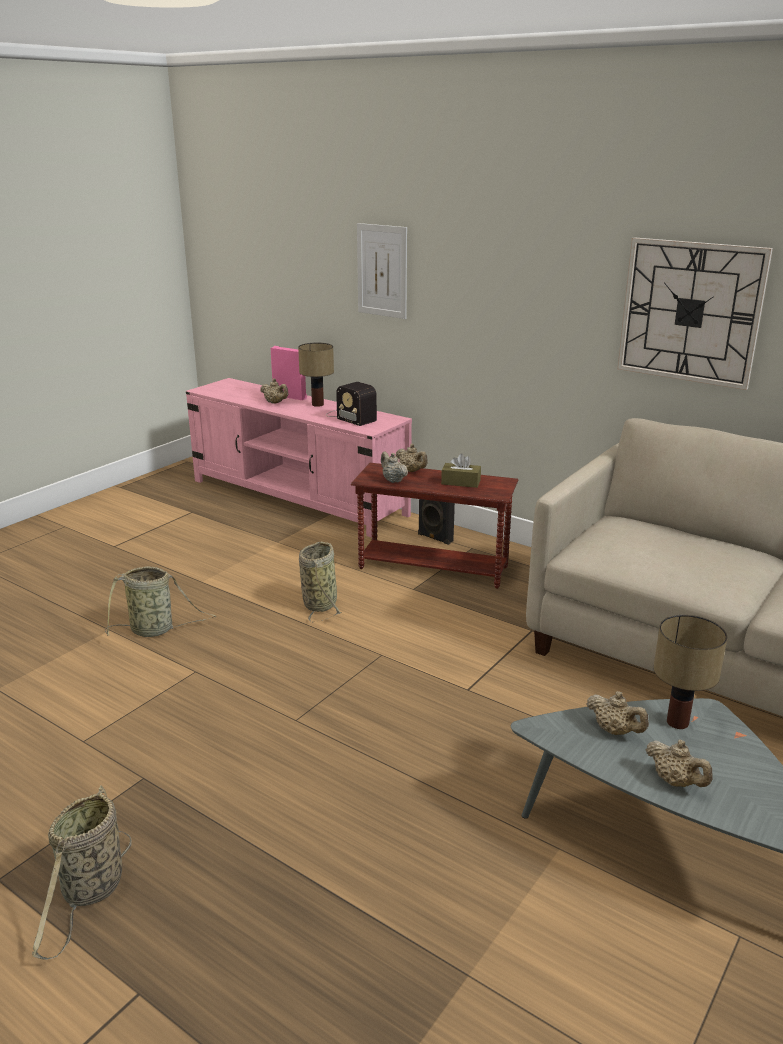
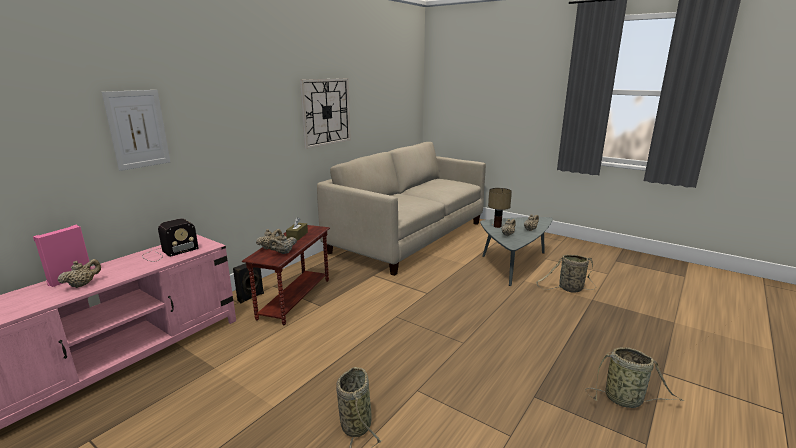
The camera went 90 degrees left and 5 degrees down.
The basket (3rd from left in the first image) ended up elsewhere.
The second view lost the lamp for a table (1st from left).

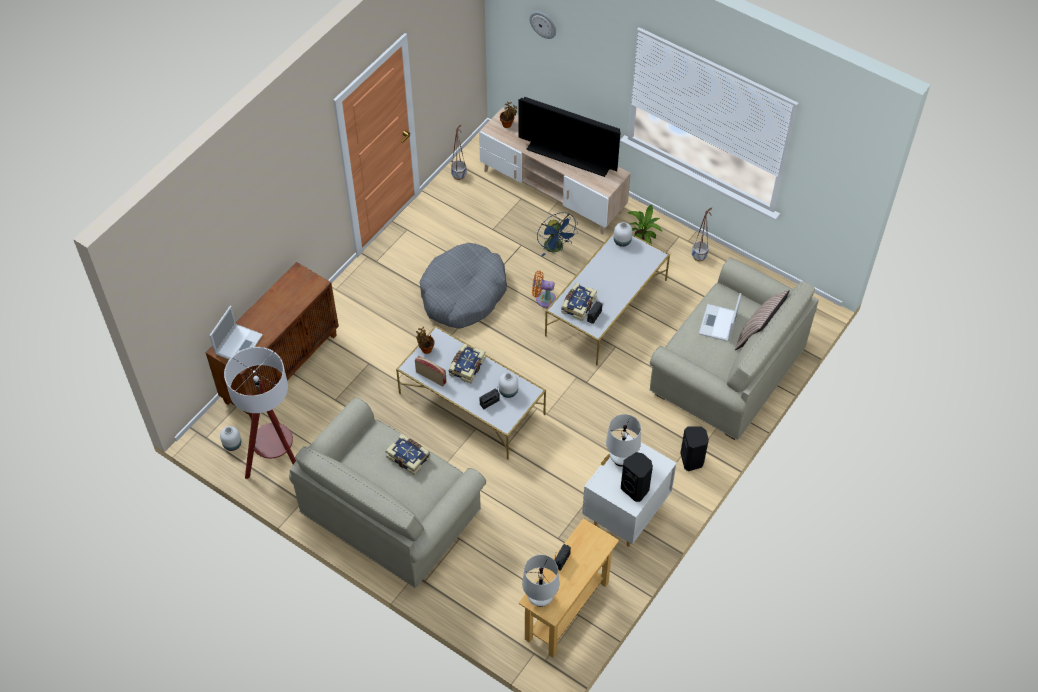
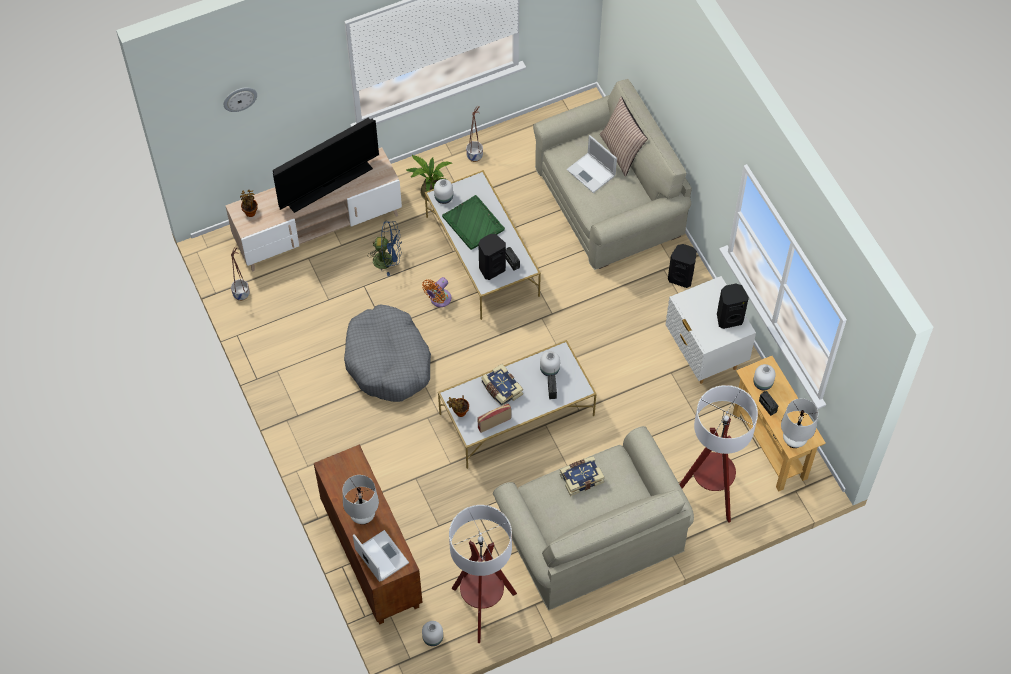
The camera went 60 degrees left and 5 degrees up.
The lamp for a table/white (2nd from left in the first image) ended up elsewhere.
The second view gained the serving tray/green.
Where the book (3rd from left) stood, the speaker/blackish (1st from left) came to stand.
The second view gained the floor lamp (2nd from left).
The second view gained the flower vase/white (4th from left).

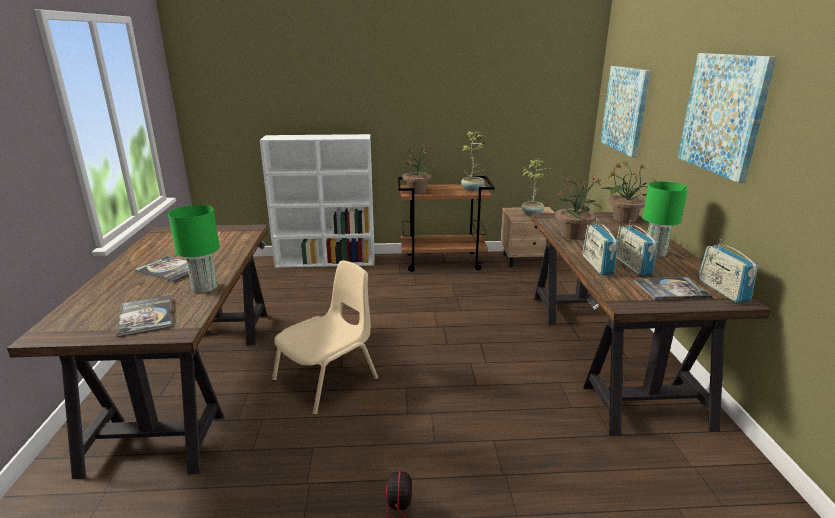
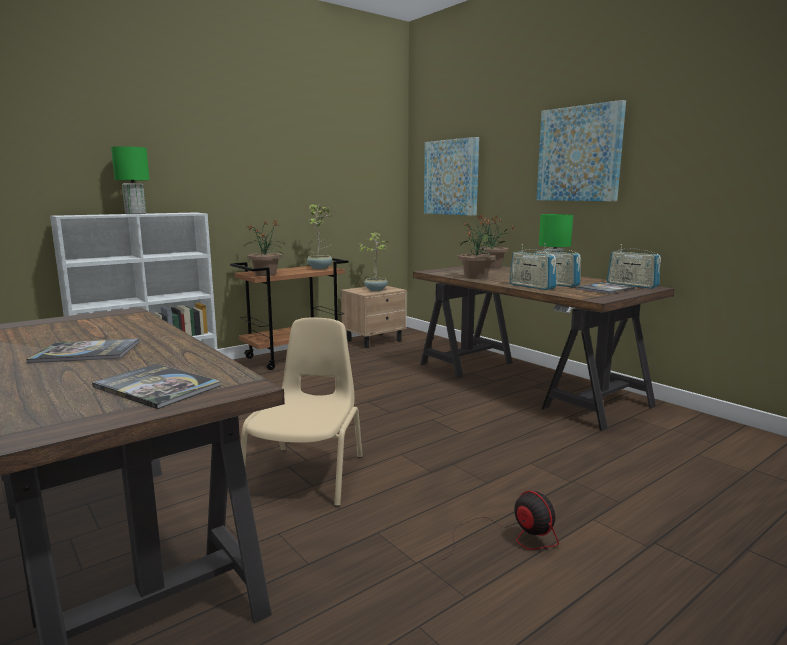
The camera went 35 degrees left and 10 degrees down.
The lamp for a table/green (1st from left) ended up elsewhere.

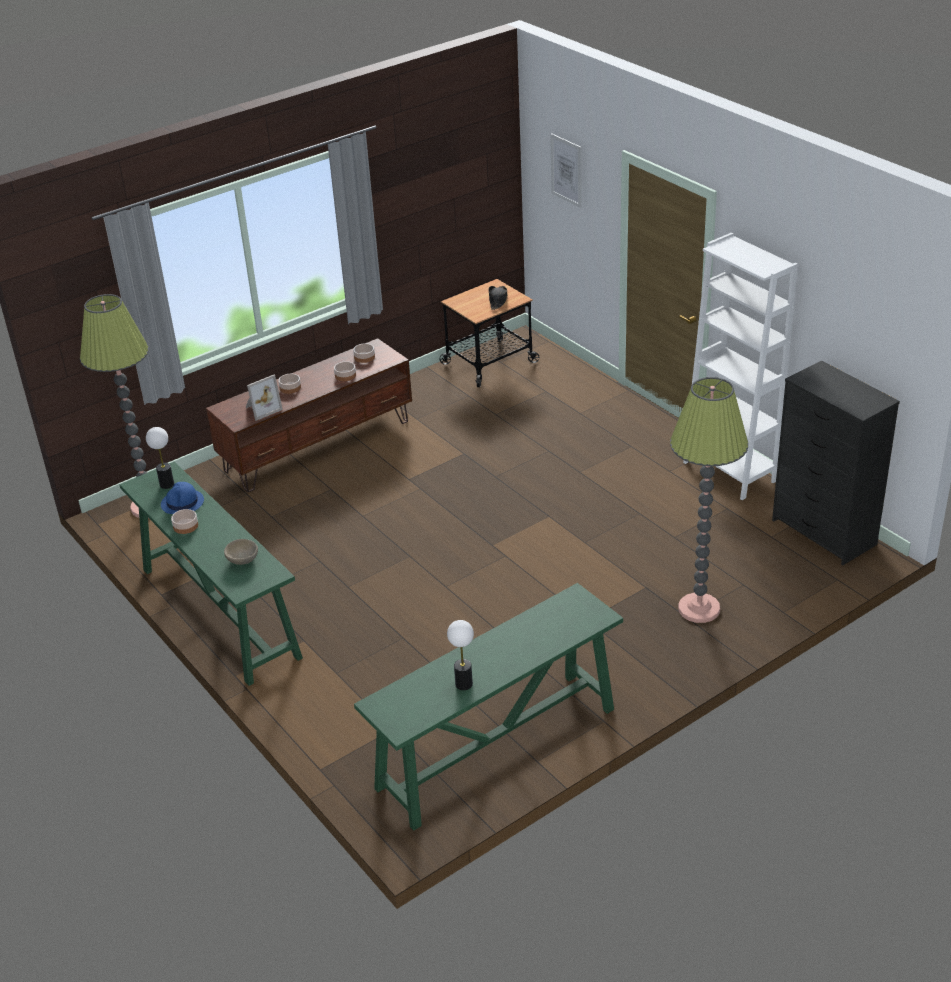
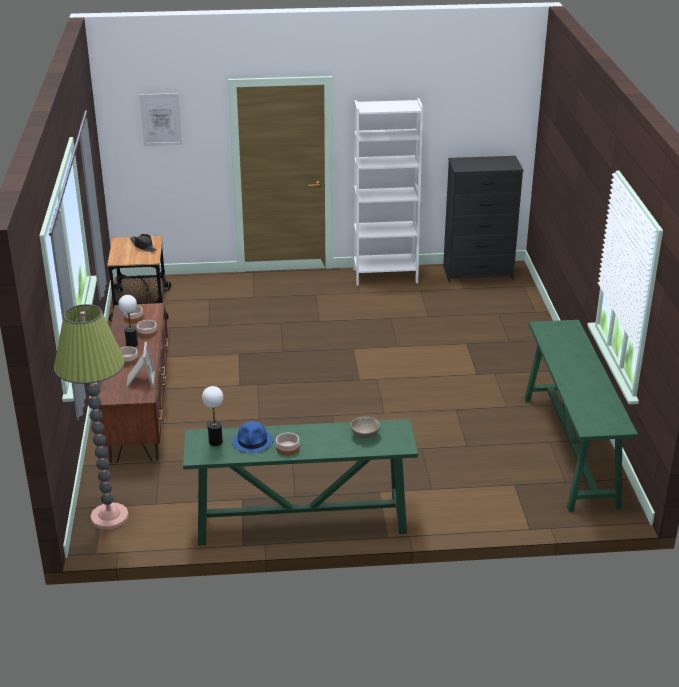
The camera went 60 degrees left and 5 degrees down.
The lamp for a table (2nd from left in the first image) ended up elsewhere.
The second view lost the floor lamp (2nd from left).

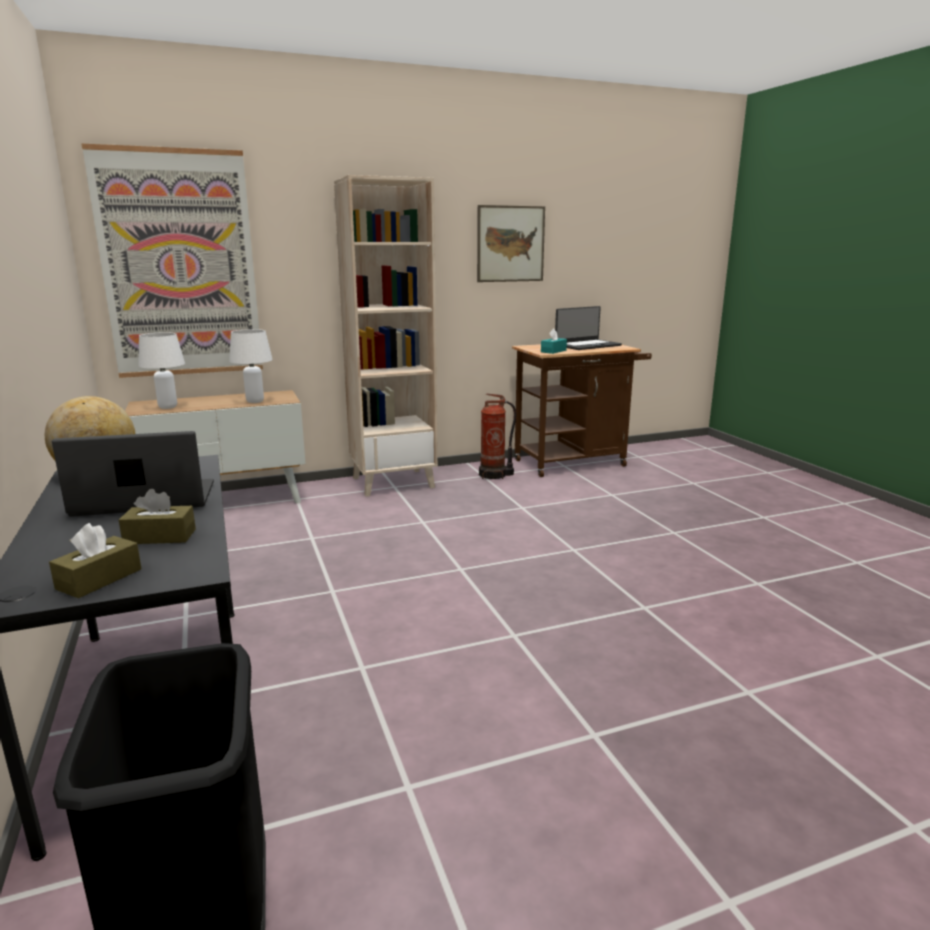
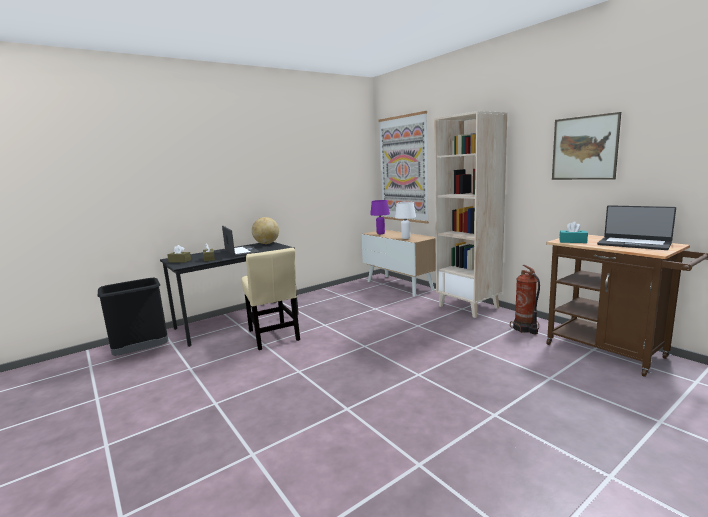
The camera went 75 degrees right and 5 degrees down.
The second view gained the upright chair/sand-coloured.
What was the lamp for a table/white (1st from left) turned into the lamp for a table/purple.

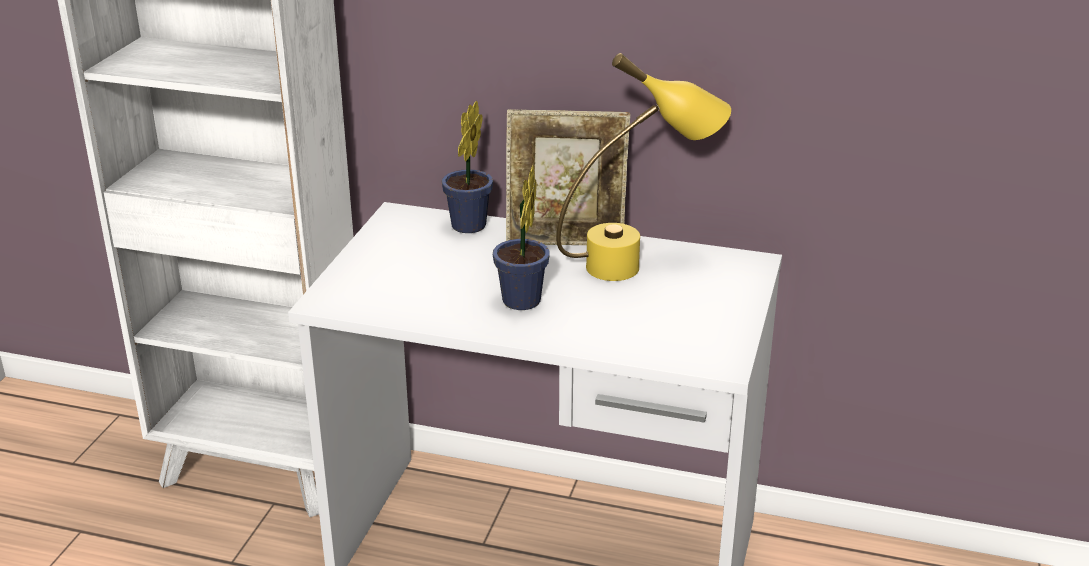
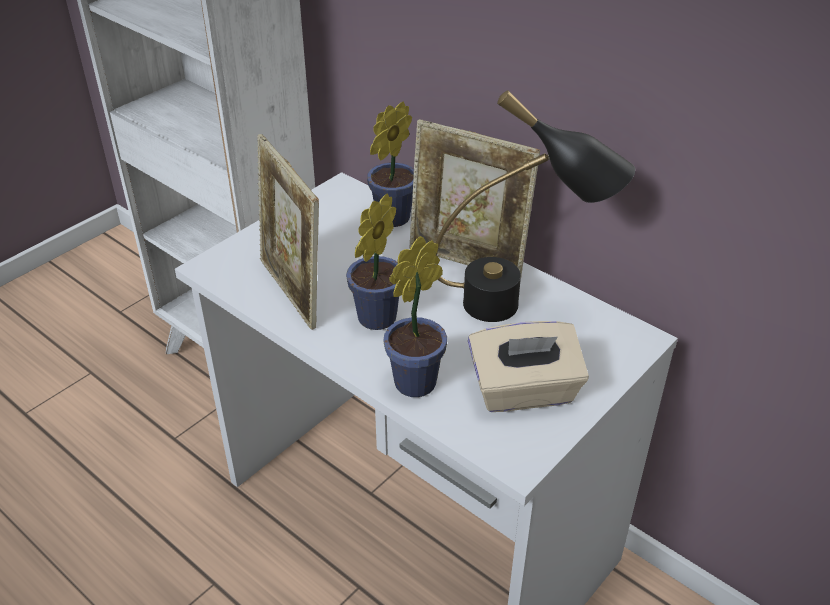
The camera went 25 degrees right and 10 degrees up.
The second view gained the photo frame (1st from left).
The second view gained the houseplant (3rd from left).
What was the lamp for a table/yellowish turned into the lamp for a table/blackish.
The second view gained the tissue holder/sand-coloured.

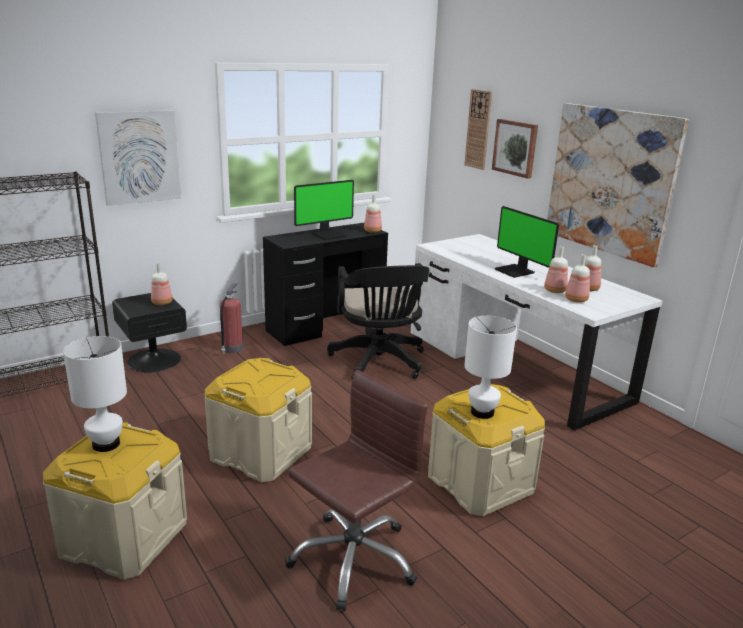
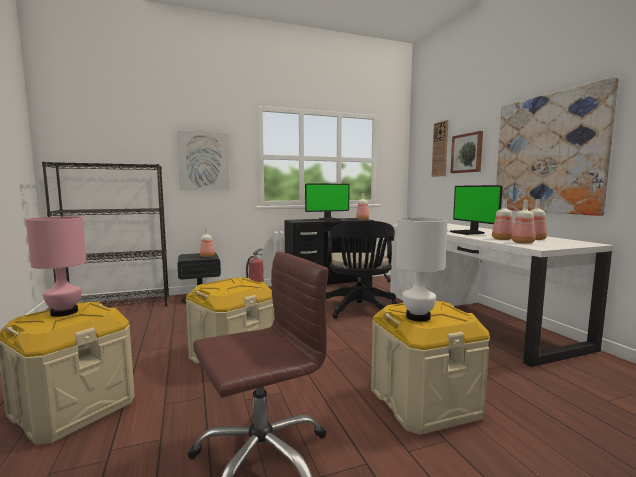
The camera went 15 degrees right and 15 degrees down.
What was the lamp for a table/white (1st from left) turned into the lamp for a table/pinkish.

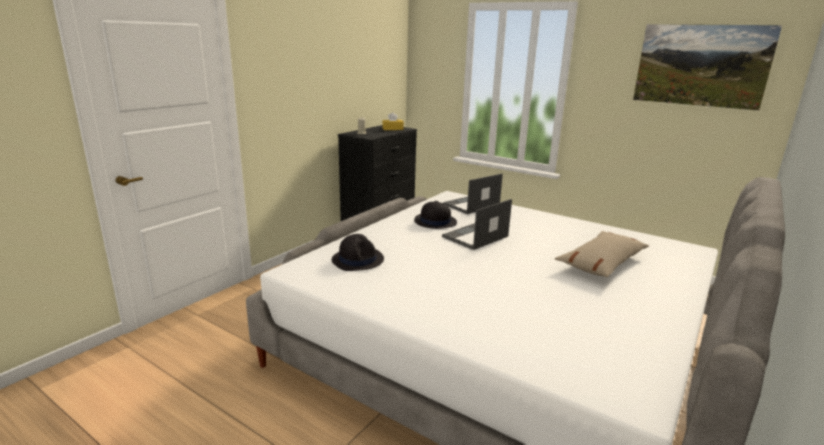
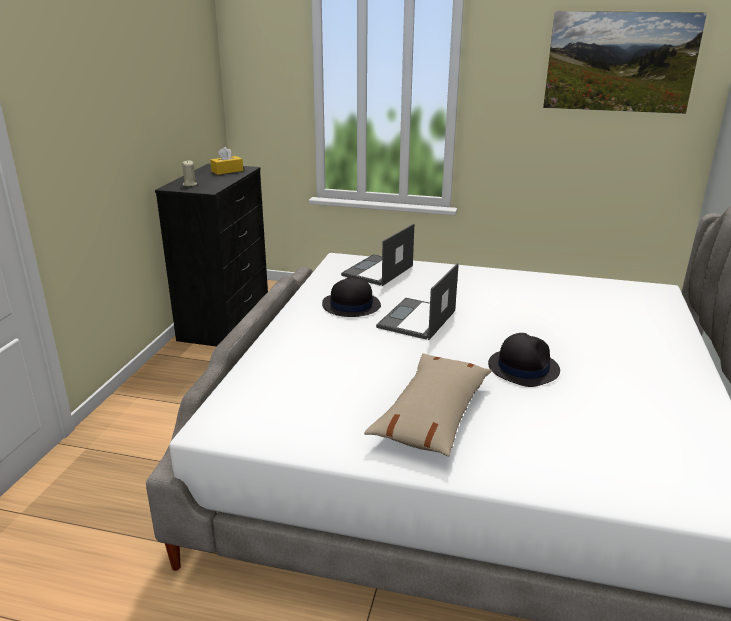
The camera went 20 degrees left and 5 degrees up.
The throw pillow/sand-coloured ended up elsewhere.
The wearable hat/blackish (1st from left in the first image) ended up elsewhere.

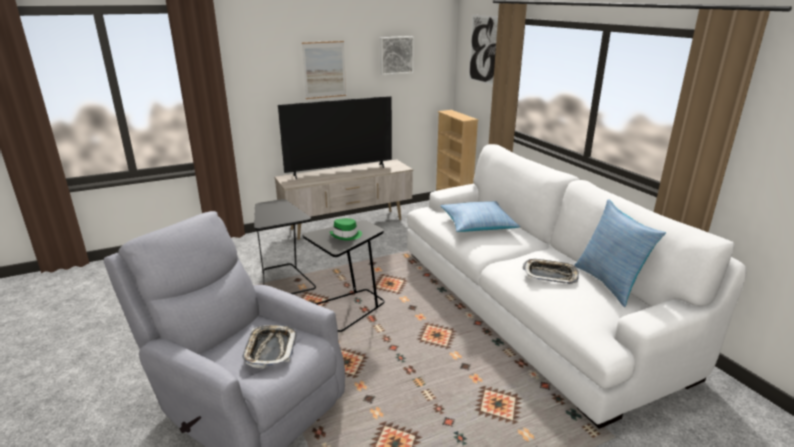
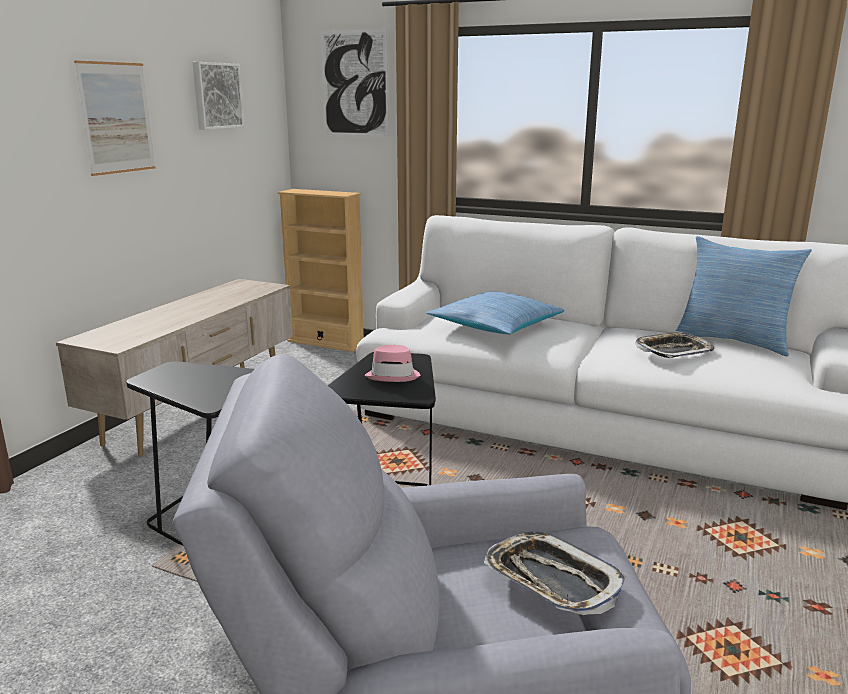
The camera went 40 degrees left and 5 degrees down.
What was the wearable hat/green turned into the wearable hat/pinkish.
The second view lost the TV.

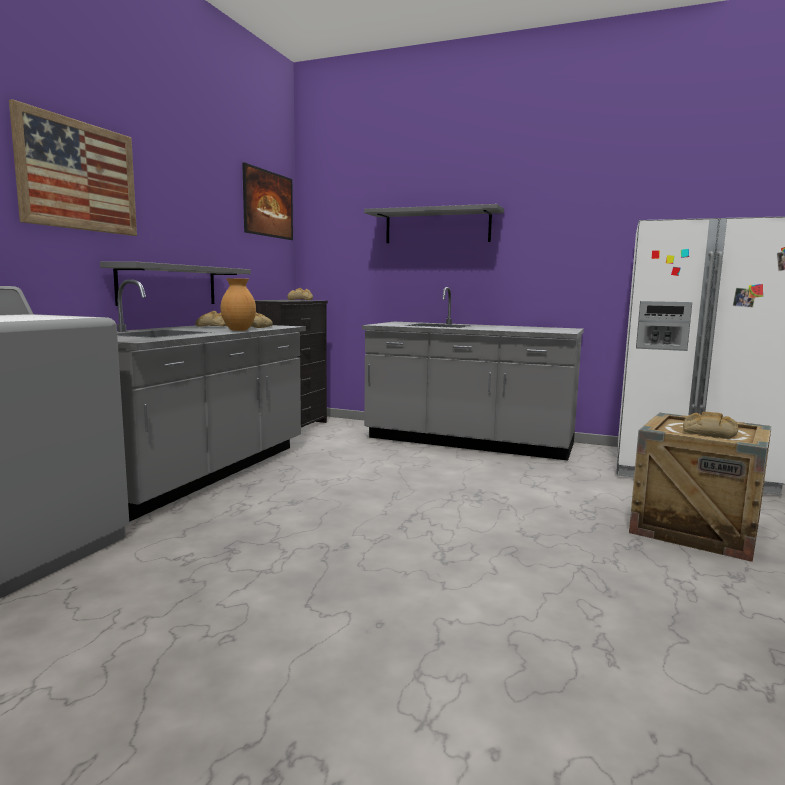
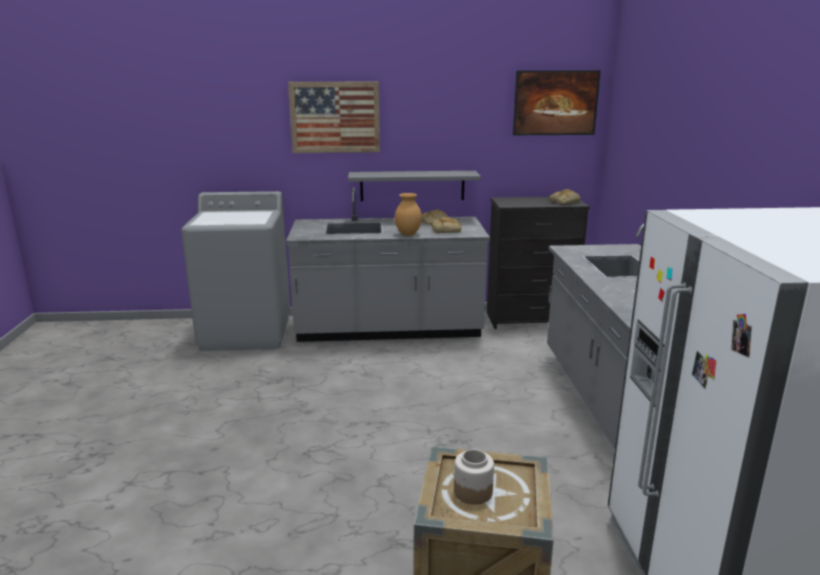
The camera went 65 degrees right and 10 degrees up.
Where the baked bread (4th from left) stood, the preserve jar came to stand.
The second view lost the bracket shelf/greyish (2nd from left).

